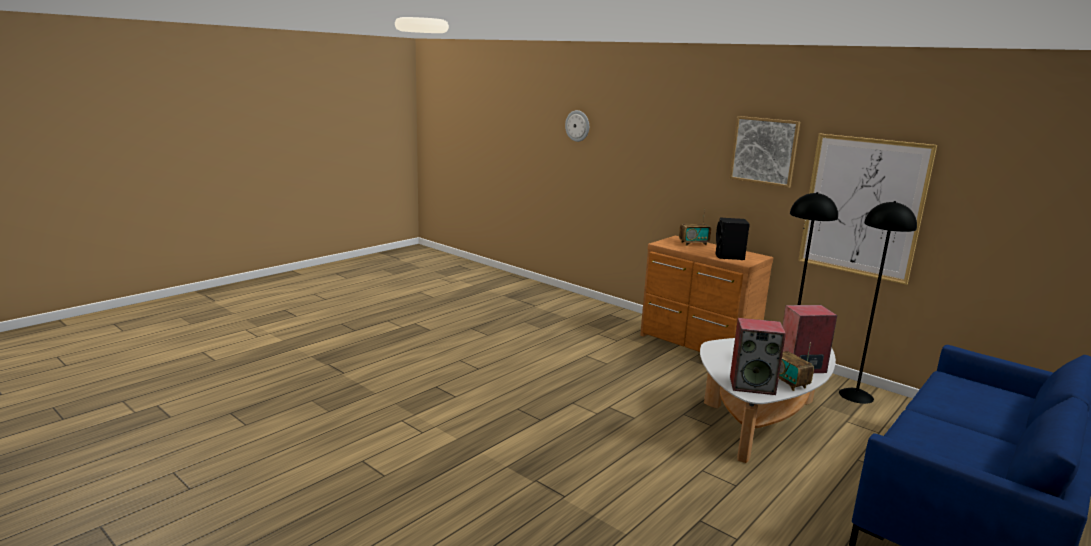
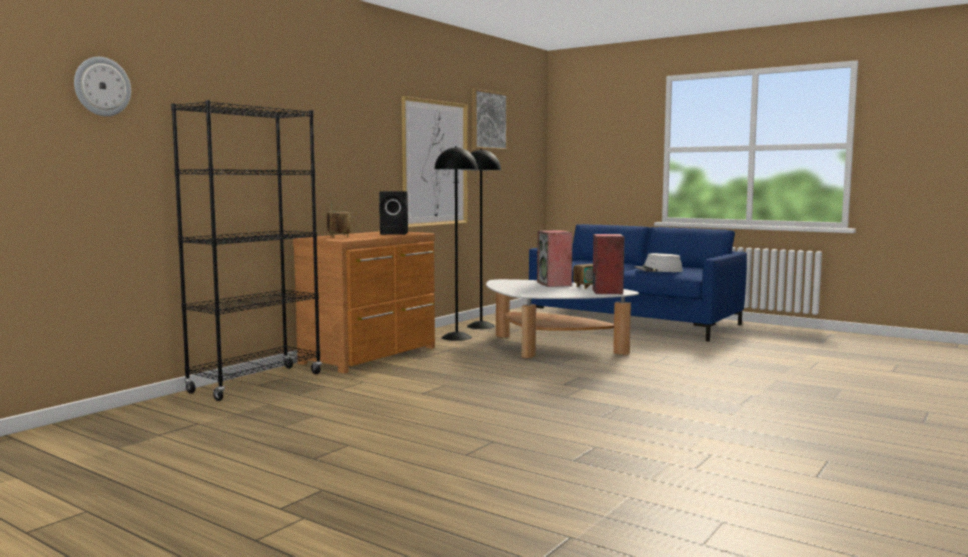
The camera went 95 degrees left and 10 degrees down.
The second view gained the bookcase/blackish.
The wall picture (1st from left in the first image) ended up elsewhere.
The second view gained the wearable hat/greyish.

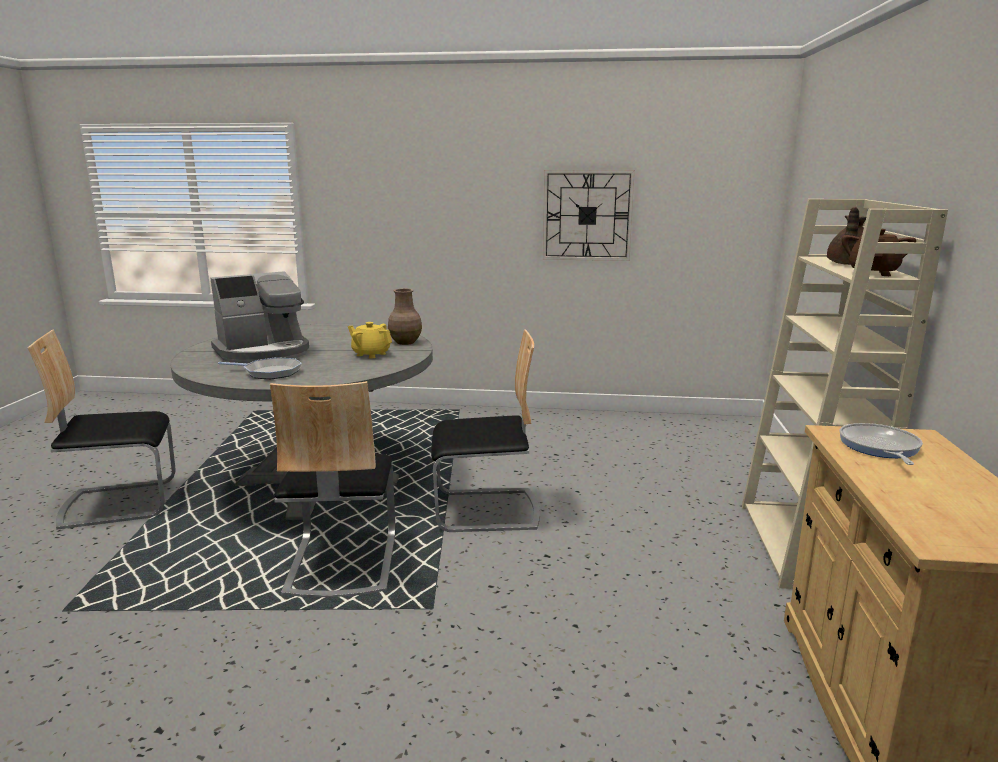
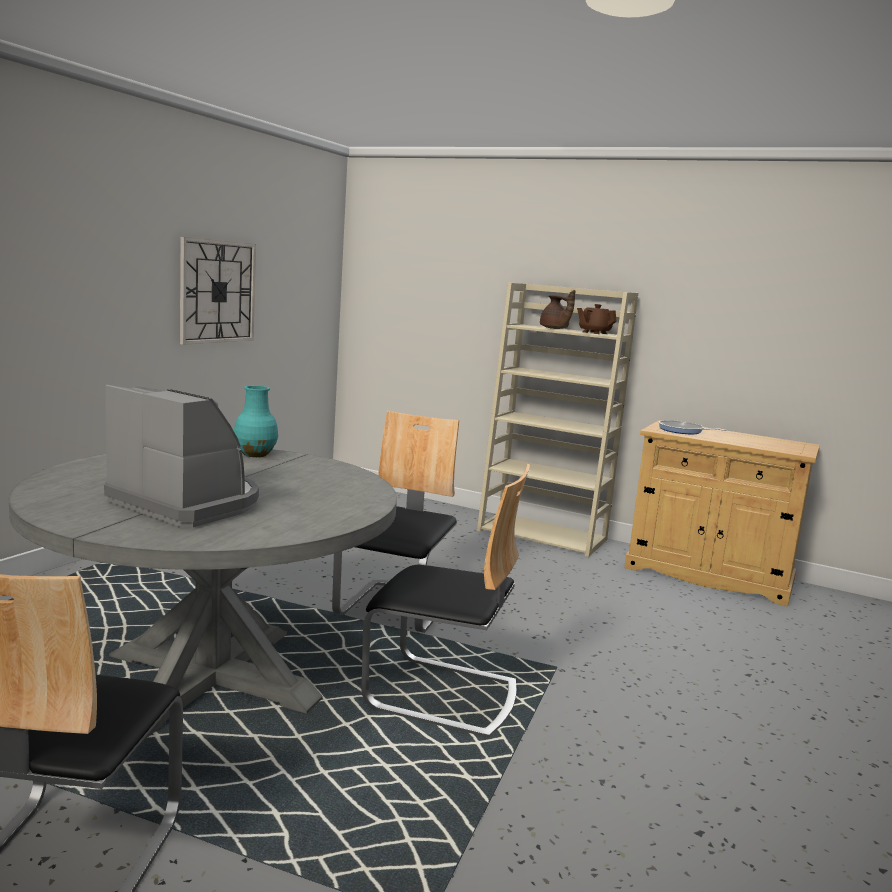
The camera went 70 degrees left and 5 degrees down.
The coffee brewer ended up facing another way, 45 degrees counterclockwise from before.
What was the flower vase/brown-coloured turned into the flower vase/turquoise.
The second view lost the pan (1st from left).
The second view lost the teapot/yellowish.

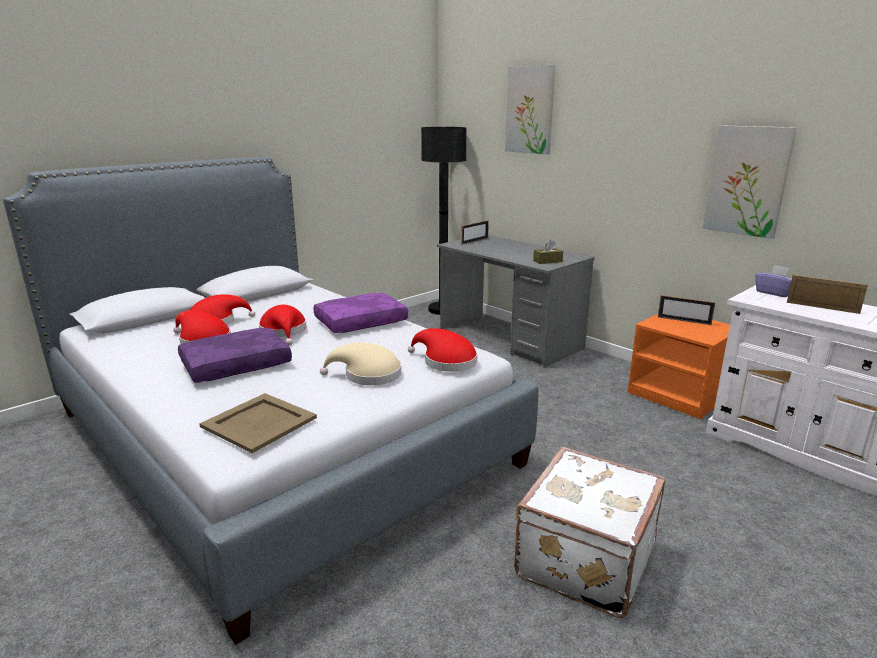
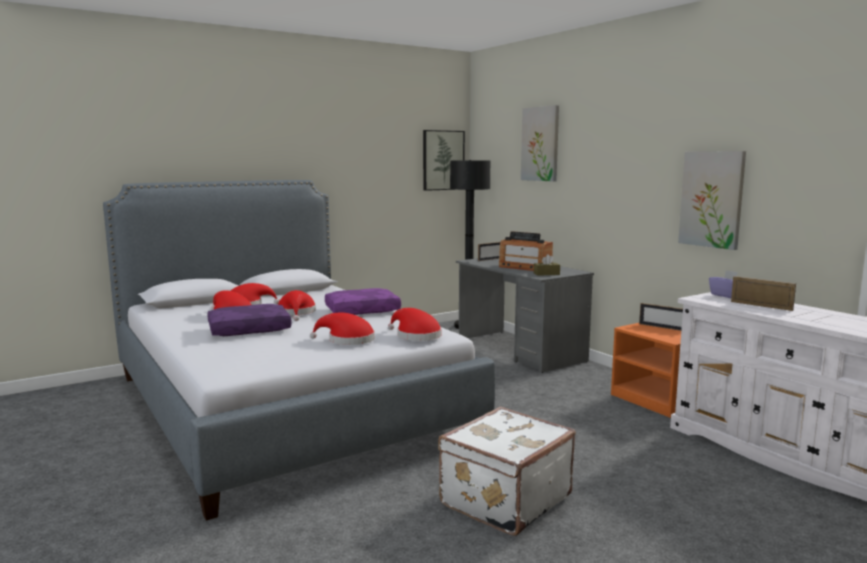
The camera went 10 degrees right and 10 degrees down.
What was the wearable hat/sand-coloured turned into the wearable hat/reddish (4th from left).
The second view gained the wall picture (1st from left).
The second view gained the radio.
The second view lost the serving tray/sand-coloured.

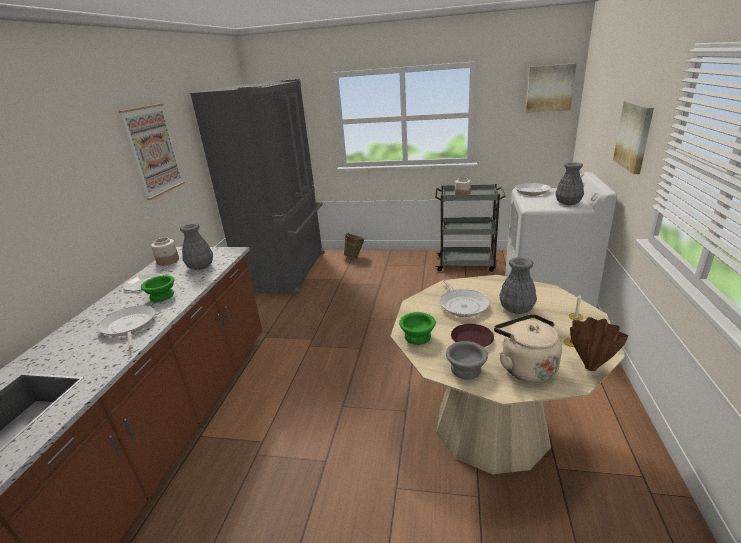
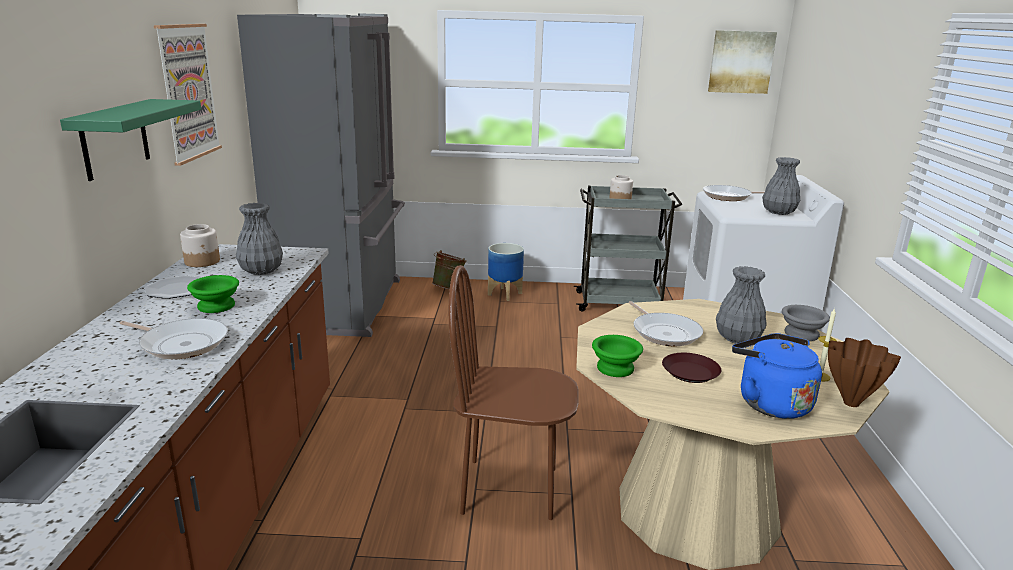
The camera went 10 degrees left and 5 degrees down.
The second view gained the bracket shelf/green.
The pan (1st from left) ended up facing another way, 150 degrees clockwise from before.
The second view gained the upright chair/brown-coloured.
The second view gained the flower pot.
What was the kettle/sand-coloured turned into the kettle/blue.
The bowl/greyish ended up elsewhere.
The second view lost the wall picture (3rd from left).

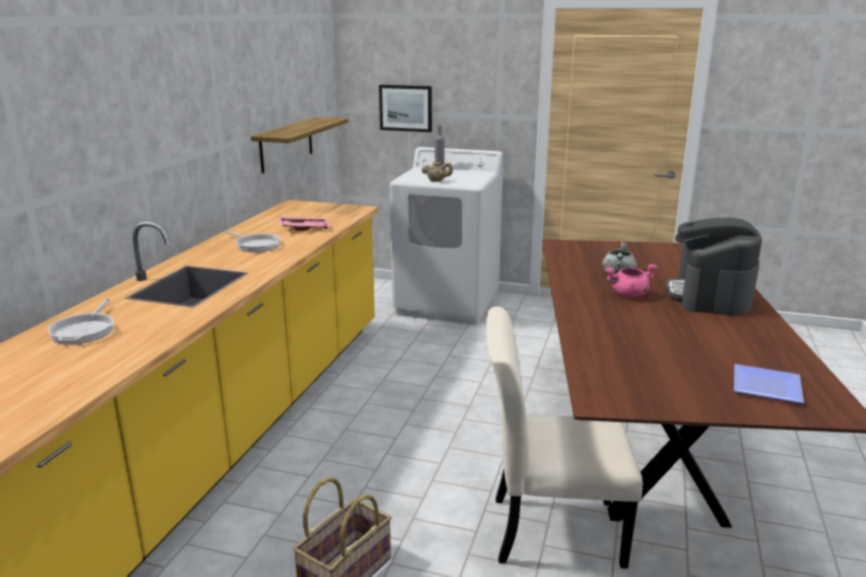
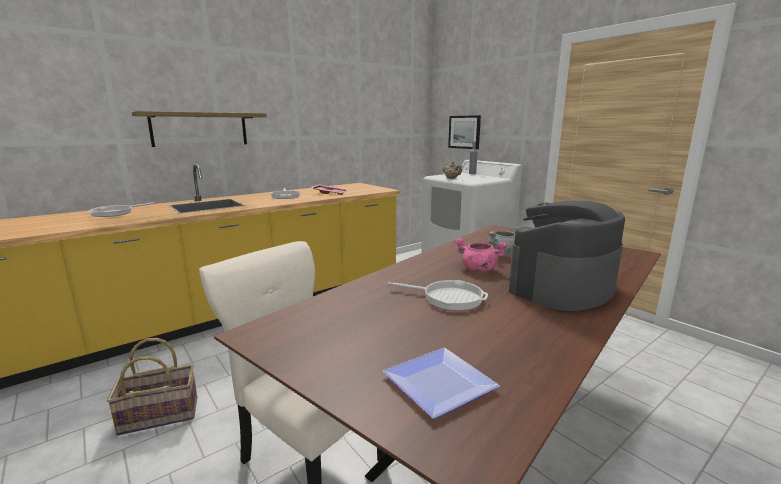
The camera went 35 degrees right and 5 degrees down.
The bracket shelf ended up elsewhere.
The second view gained the pan (3rd from left).

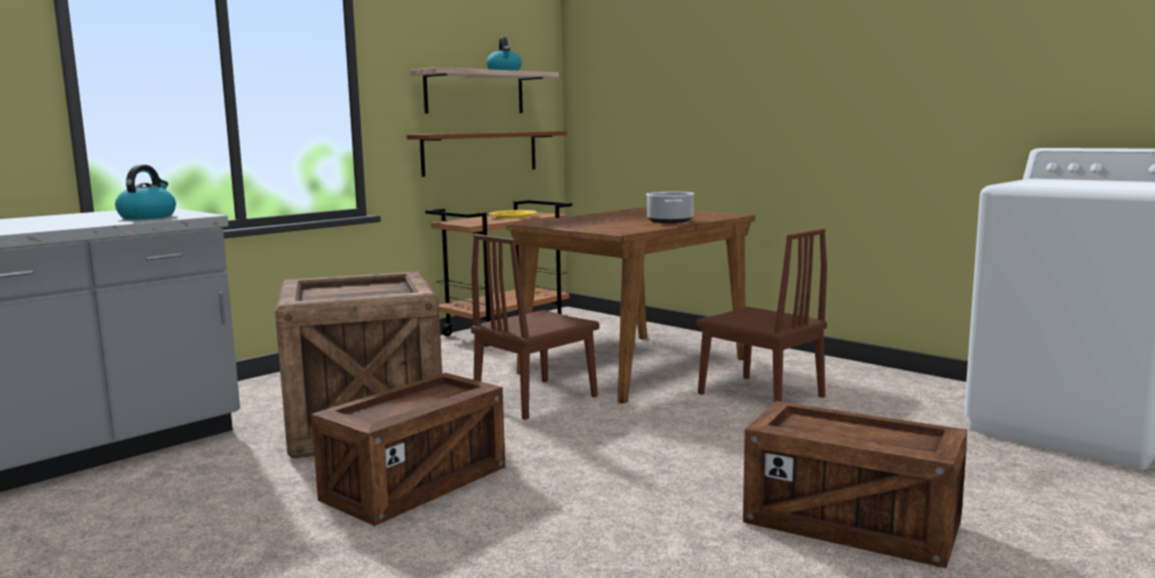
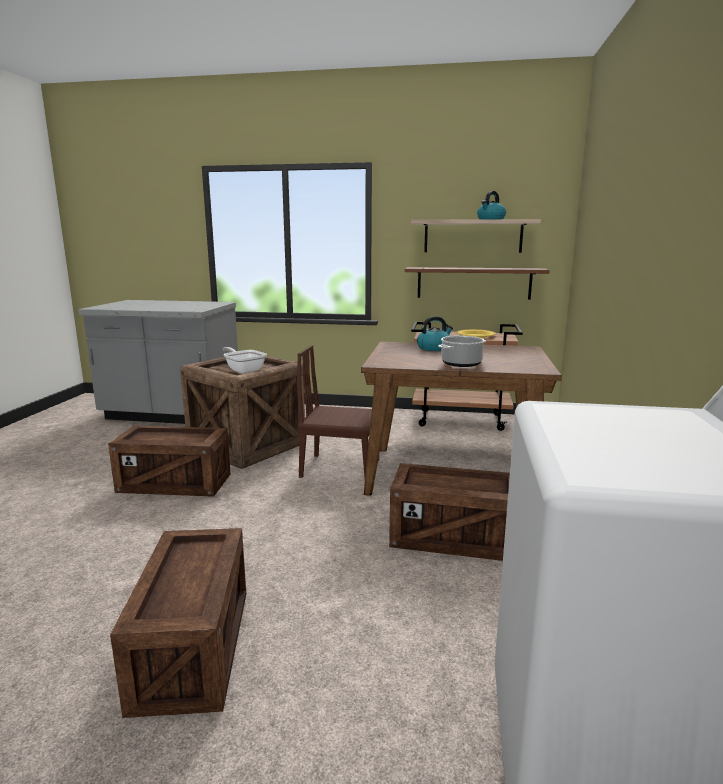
The camera went 55 degrees right and 5 degrees up.
The second view gained the pan.
Where the upright chair/brown-coloured (2nd from left) stood, the crate (4th from left) came to stand.
The kettle (1st from left) ended up elsewhere.

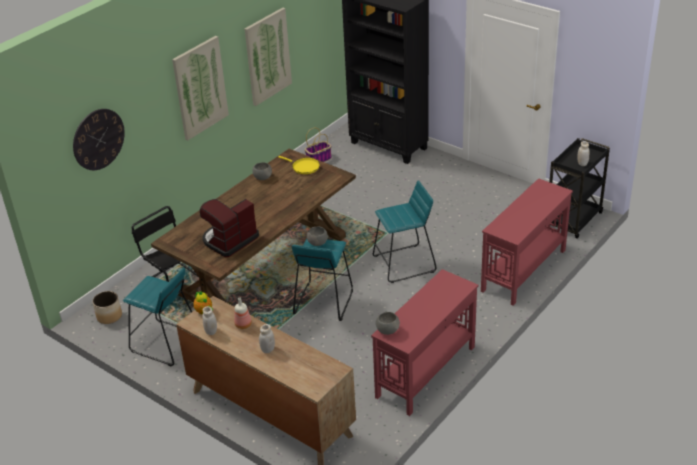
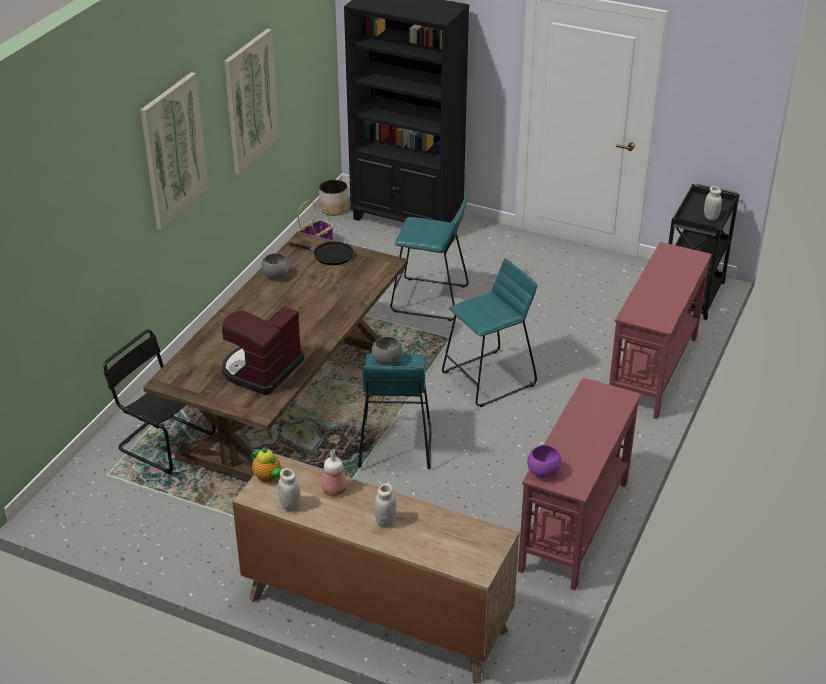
The camera went 15 degrees left and 0 degrees up.
What was the pan/yellowish turned into the pan/blackish.
The flower pot ended up elsewhere.
The stool seat/turquoise (1st from left in the first image) ended up elsewhere.
What was the bowl/greyish (3rd from left) turned into the bowl/purple.
The second view lost the clock on the wall.

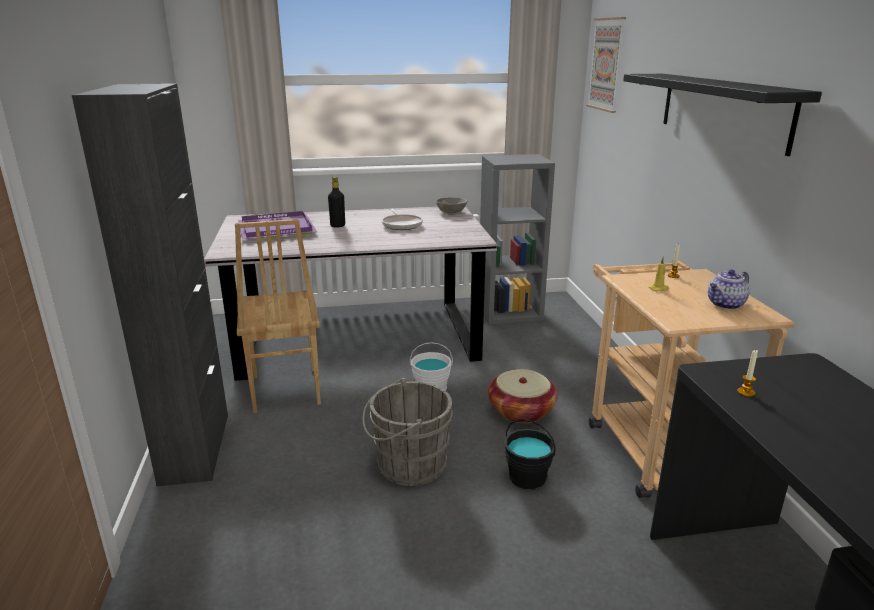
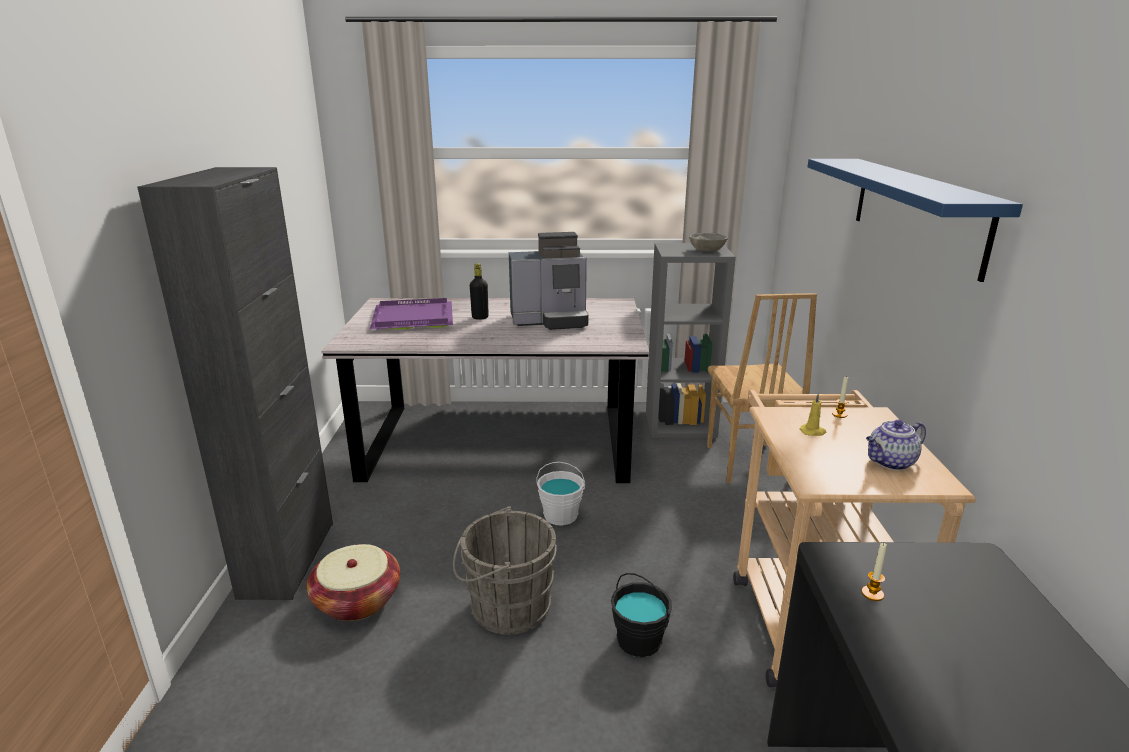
The camera went 10 degrees right and 0 degrees up.
The basket ended up elsewhere.
Where the pan stood, the coffee brewer came to stand.
The bowl/greyish ended up elsewhere.
The upright chair/brown-coloured ended up elsewhere.
What was the bracket shelf/blackish turned into the bracket shelf/blue.
The second view lost the wall picture.

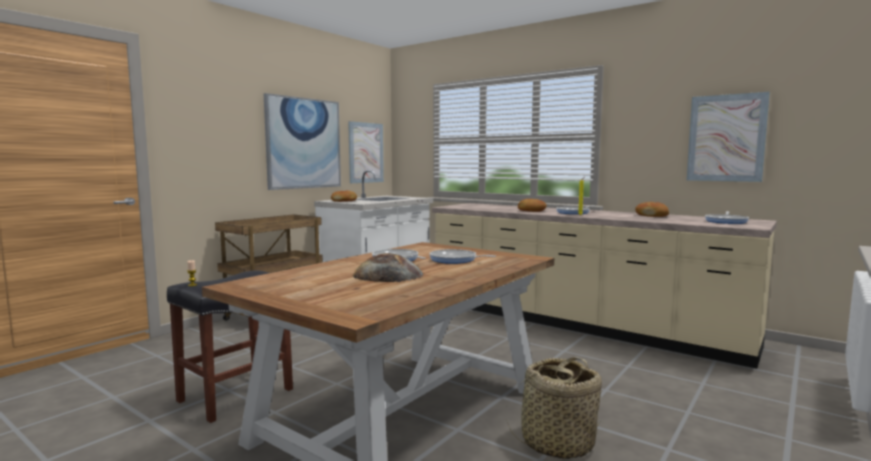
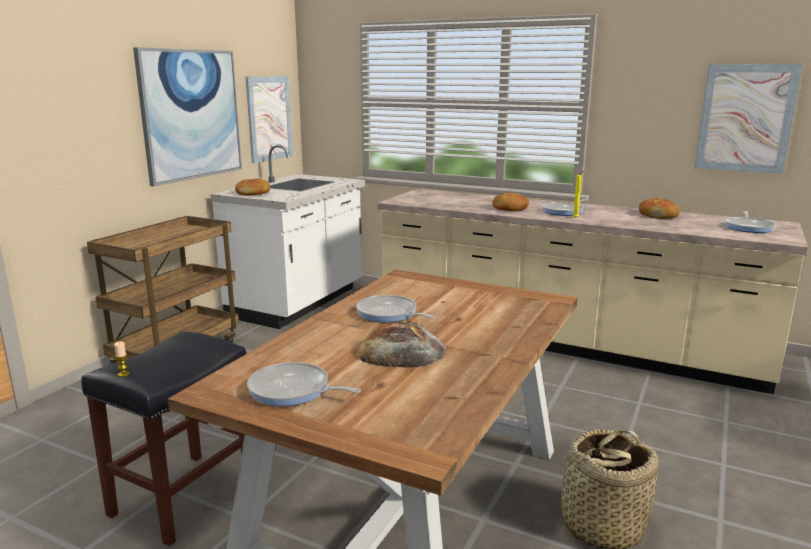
The camera went 10 degrees left and 10 degrees up.
The pan (2nd from left in the first image) ended up elsewhere.

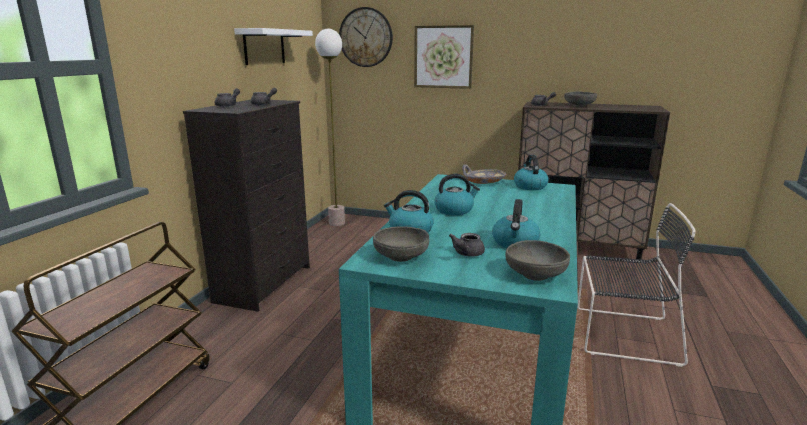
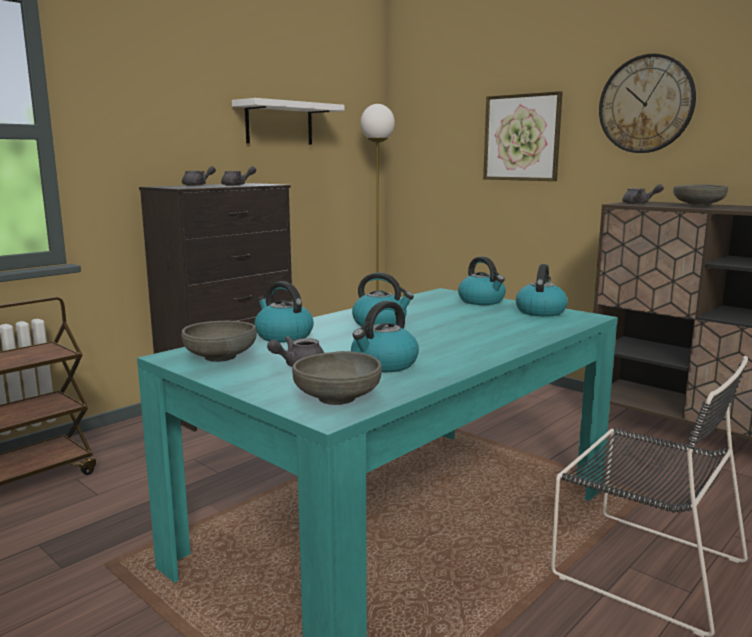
The camera went 25 degrees right and 5 degrees down.
Where the bowl/greyish (2nd from left) stood, the kettle (4th from left) came to stand.
The clock on the wall ended up elsewhere.

